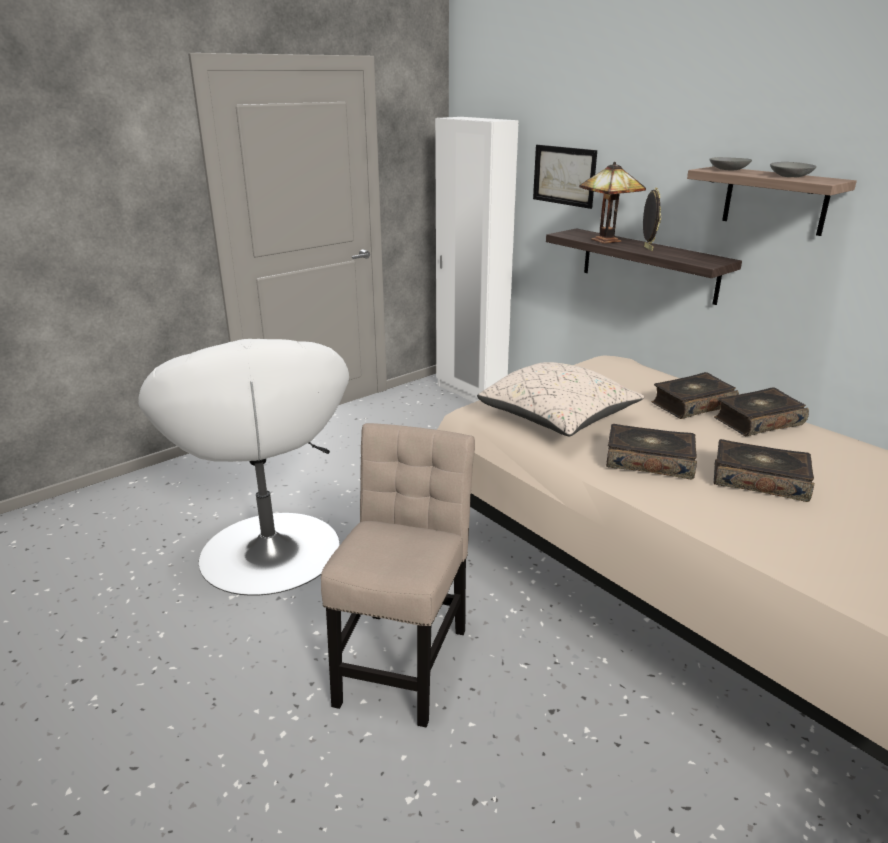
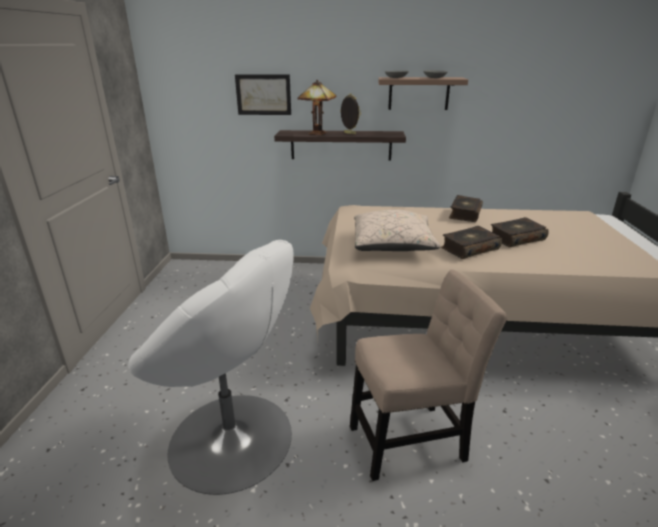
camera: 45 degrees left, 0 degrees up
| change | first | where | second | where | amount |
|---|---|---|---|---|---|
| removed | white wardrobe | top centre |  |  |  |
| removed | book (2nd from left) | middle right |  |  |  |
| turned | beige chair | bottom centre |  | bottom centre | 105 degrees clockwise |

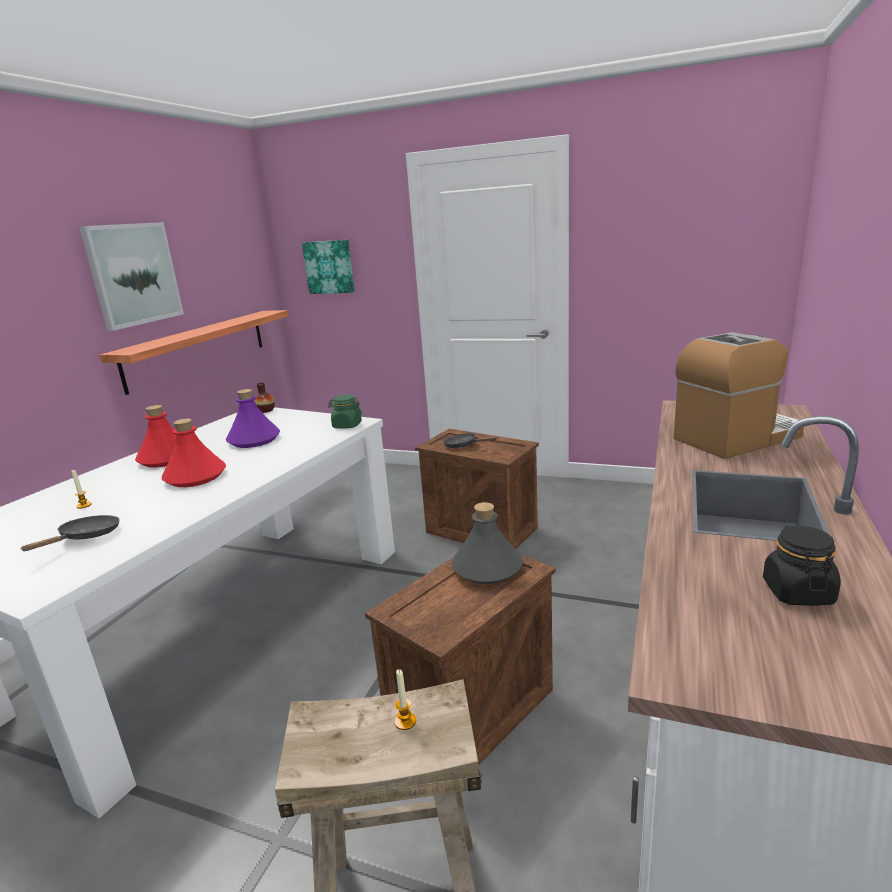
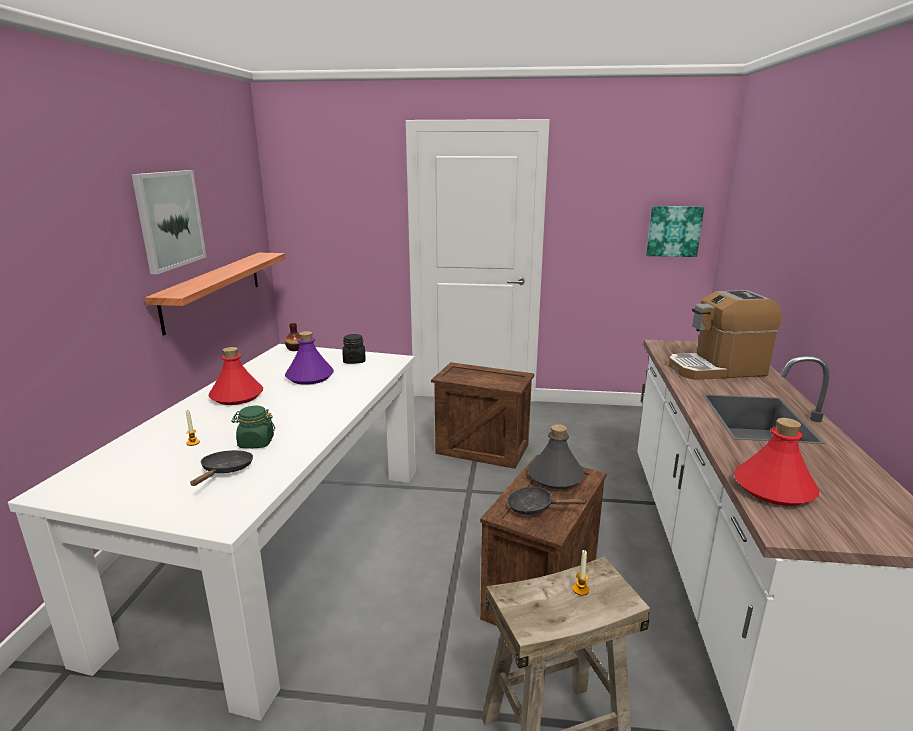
camera: 15 degrees left, 0 degrees up
| change | first | where | second | where | amount |
|---|---|---|---|---|---|
| moved | red bottle (2nd from left) | middle left |  | middle right |  |
| moved | picture (2nd from left) | top centre |  | top right |  |
| moved | green jar | centre |  | middle left |  |
| moved | black frying pan (2nd from left) | centre |  | bottom centre |  |
| moved | black jar | middle right |  | centre |  |
| turned | coffee machine | middle right |  | middle right | 150 degrees counterclockwise |

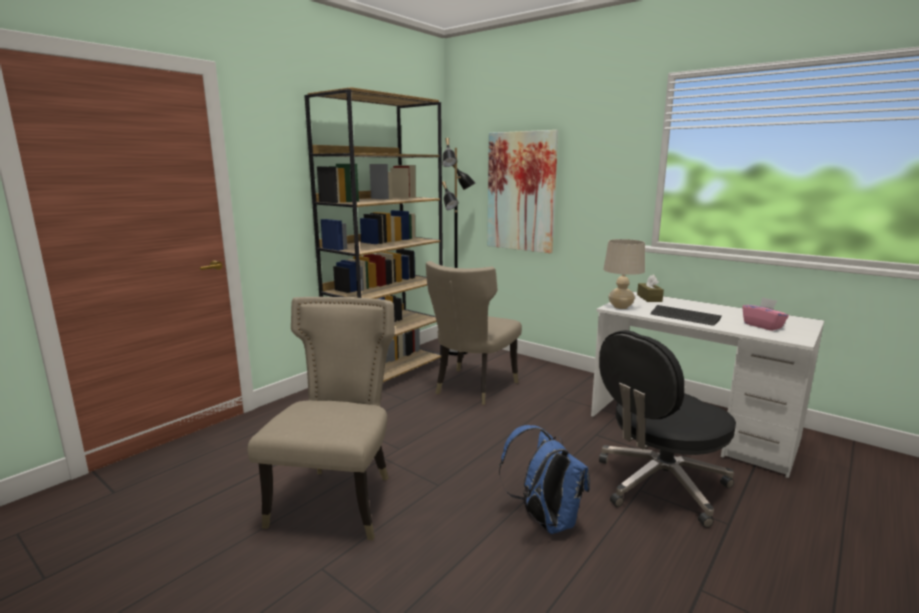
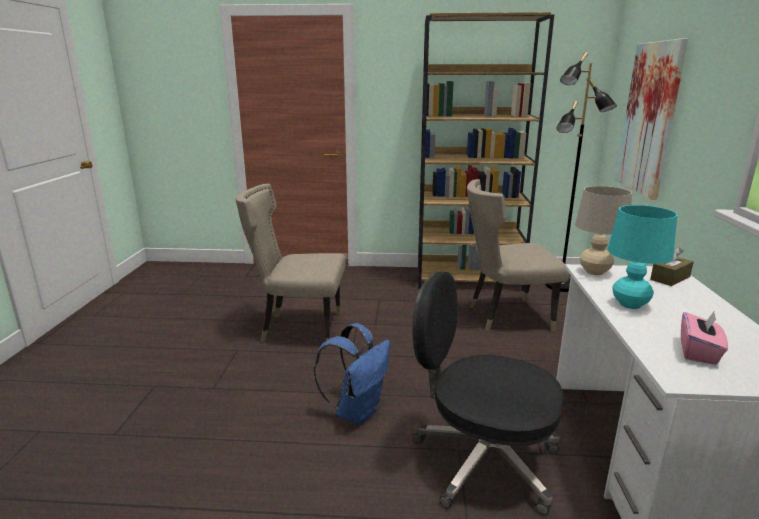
camera: 55 degrees right, 5 degrees up
| change | first | where | second | where | amount |
|---|---|---|---|---|---|
| replaced | keyboard | middle right | turquoise table lamp | middle right |  |
| turned | beige chair (1st from left) | bottom centre |  | centre | 150 degrees counterclockwise |

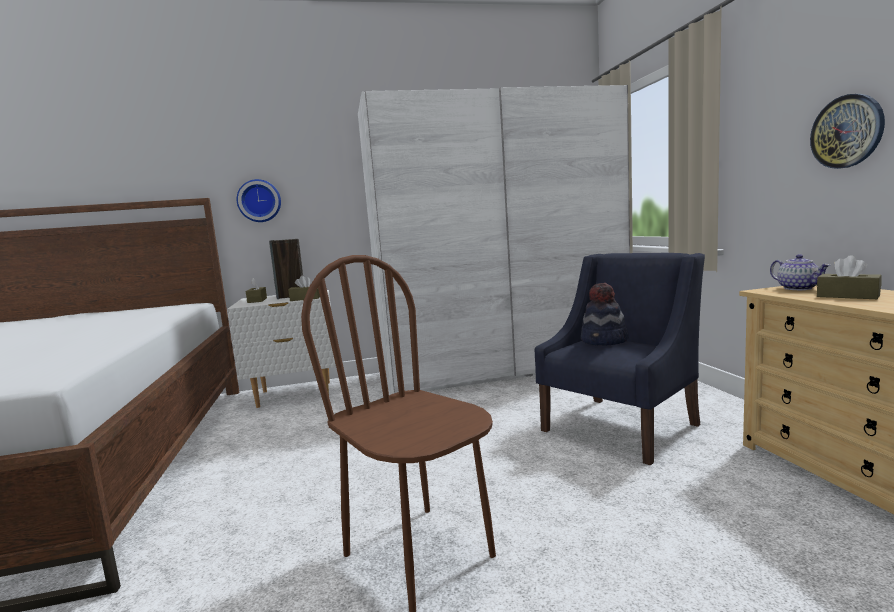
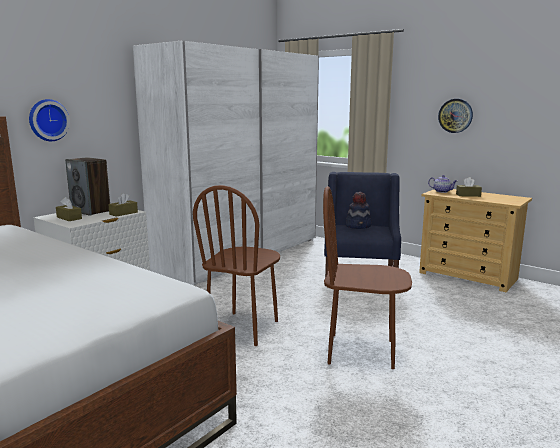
camera: 40 degrees left, 5 degrees up
| change | first | where | second | where | amount |
|---|---|---|---|---|---|
| added |  |  | brown chair (1st from left) | centre |  |

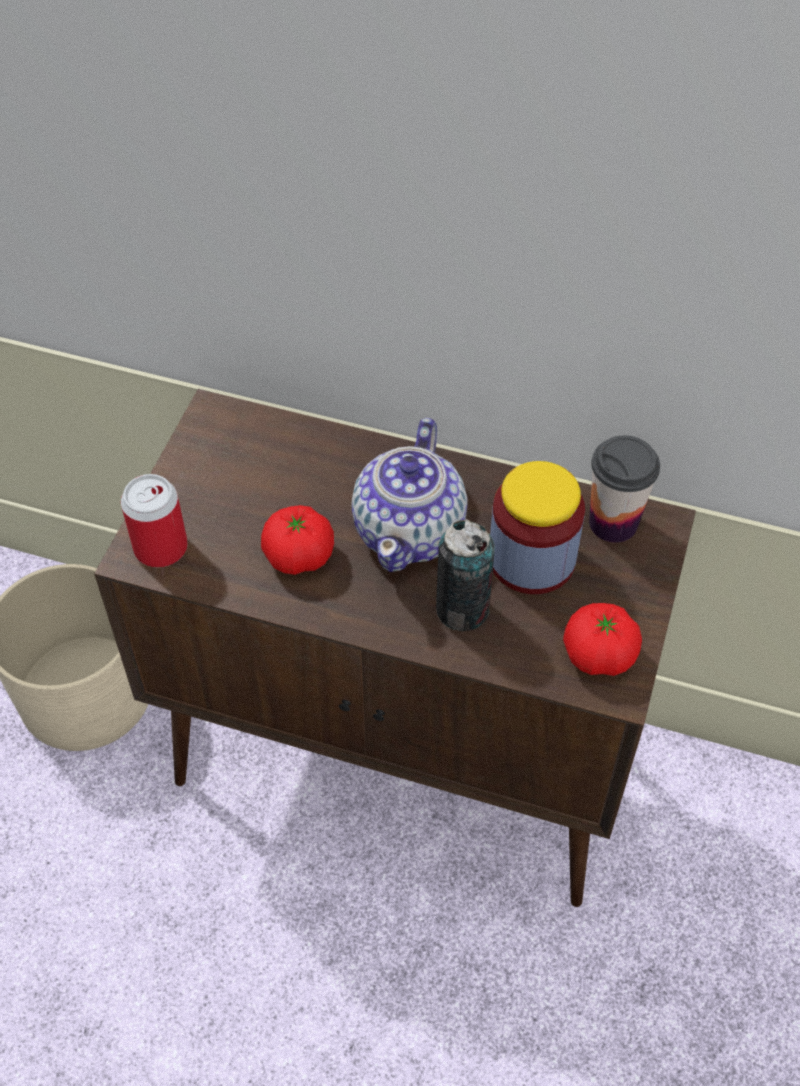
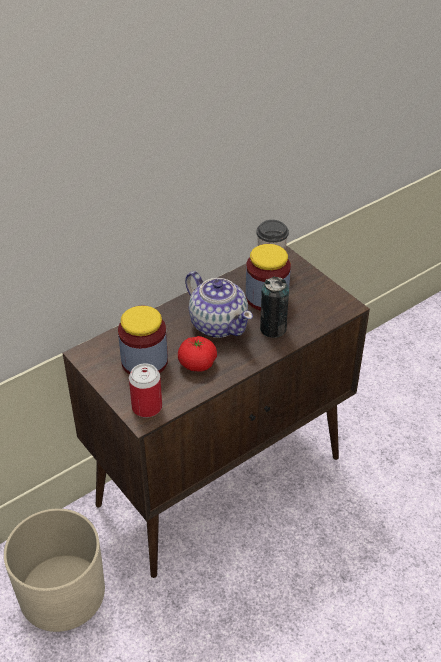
camera: 55 degrees left, 10 degrees down
| change | first | where | second | where | amount |
|---|---|---|---|---|---|
| removed | tomato (2nd from left) | middle right |  |  |  |
| added |  |  | jar (1st from left) | middle left |  |

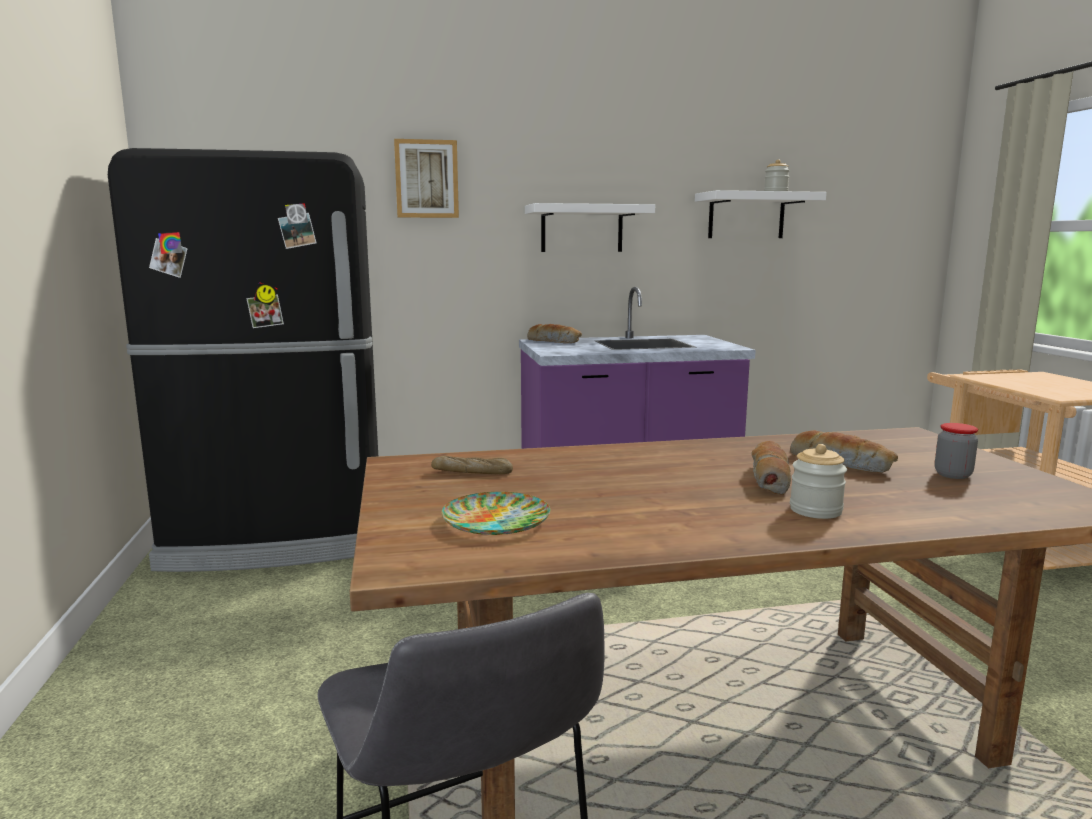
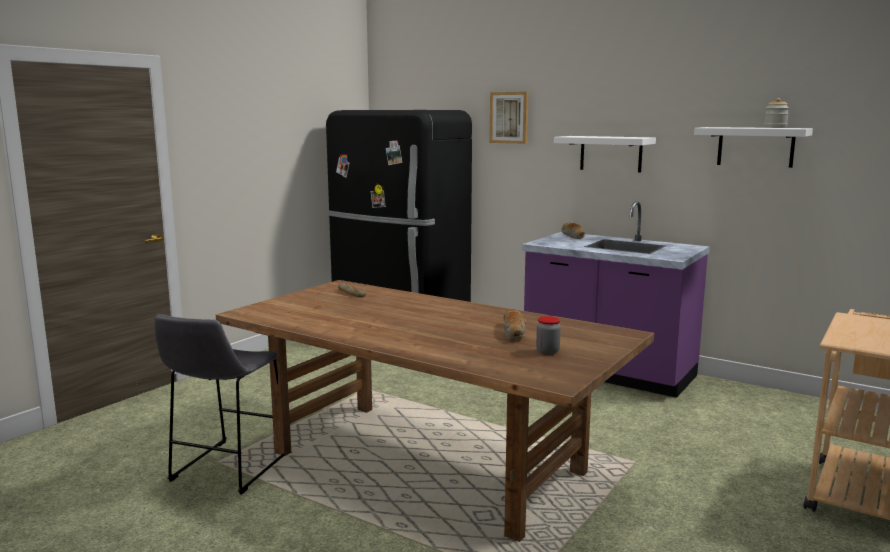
camera: 45 degrees right, 0 degrees up
| change | first | where | second | where | amount |
|---|---|---|---|---|---|
| removed | plate | centre |  |  |  |
| removed | bread (3rd from left) | middle right |  |  |  |
| removed | jar (2nd from left) | middle right |  |  |  |

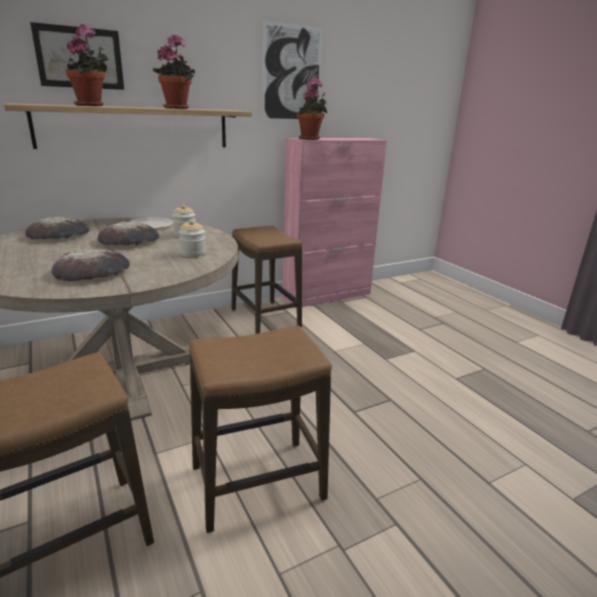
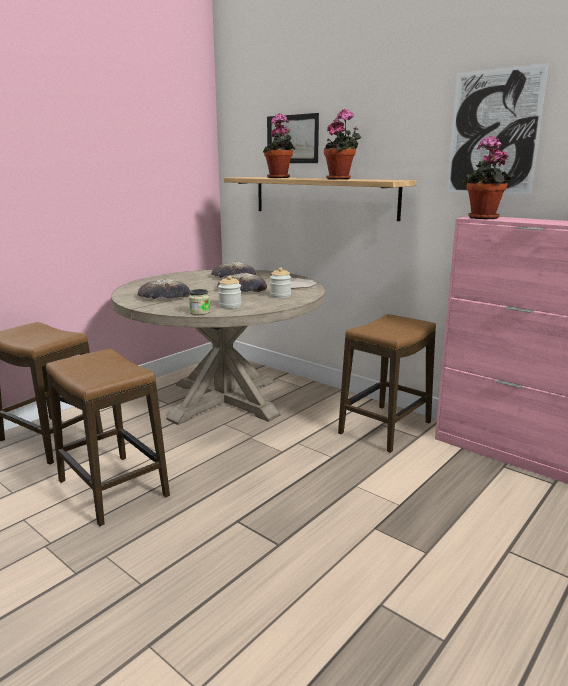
camera: 70 degrees right, 5 degrees down
| change | first | where | second | where | amount |
|---|---|---|---|---|---|
| added |  |  | jar (1st from left) | centre |  |

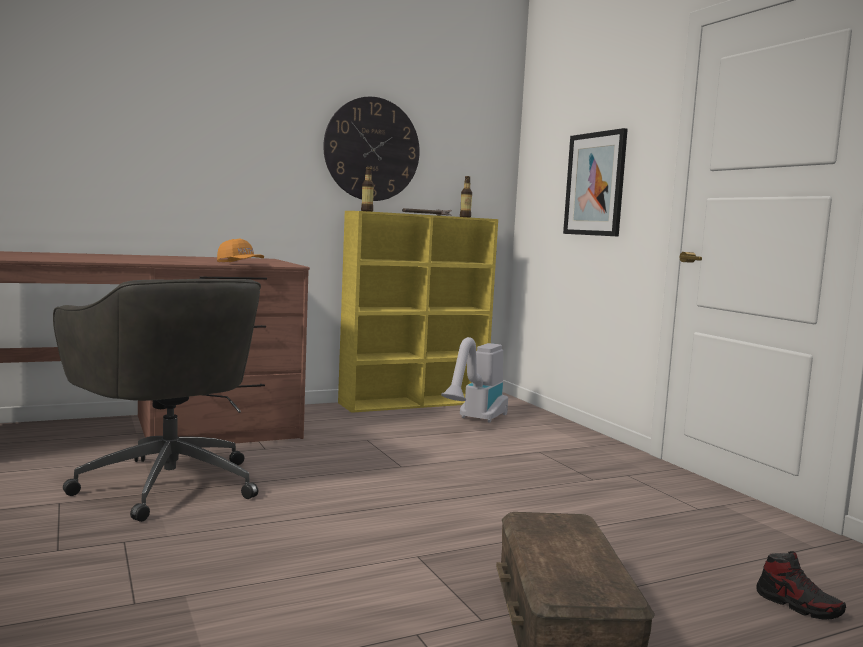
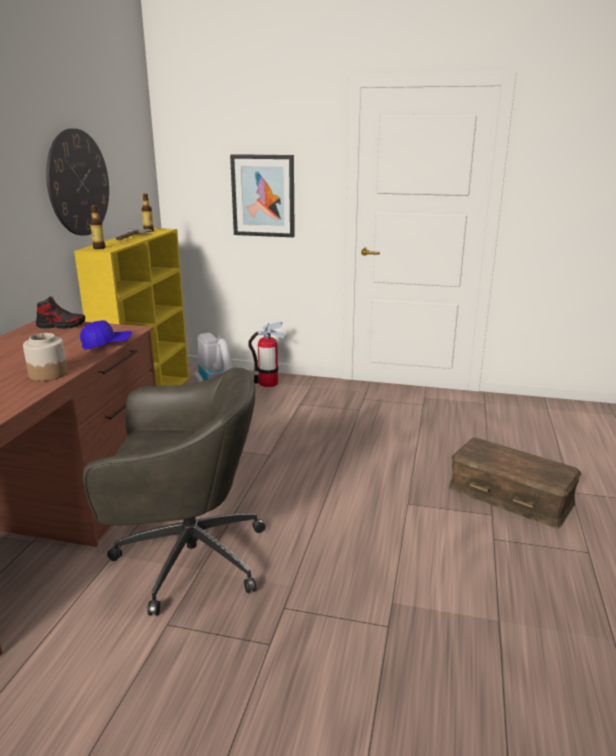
camera: 50 degrees left, 15 degrees up
| change | first | where | second | where | amount |
|---|---|---|---|---|---|
| added |  |  | jar | middle left |  |
| added |  |  | fire extinguisher | centre |  |
| moved | shoe | bottom right |  | middle left |  |
| recoloured | orange cap | middle left | blue cap | middle left |  |

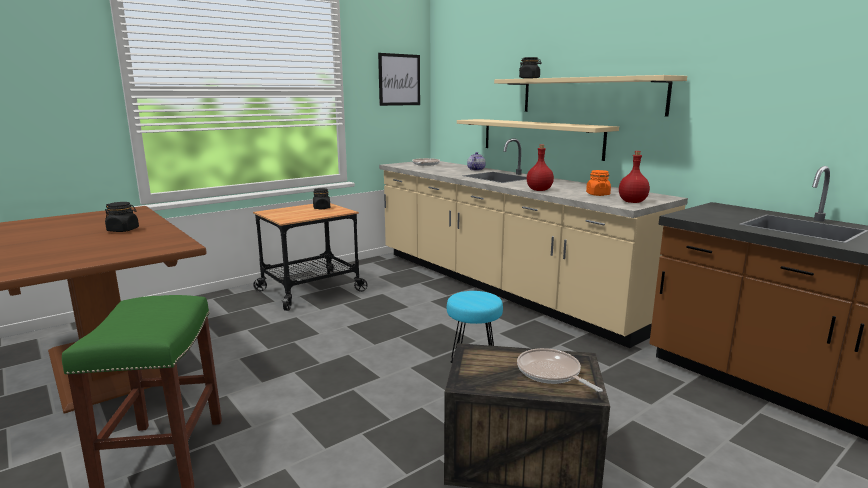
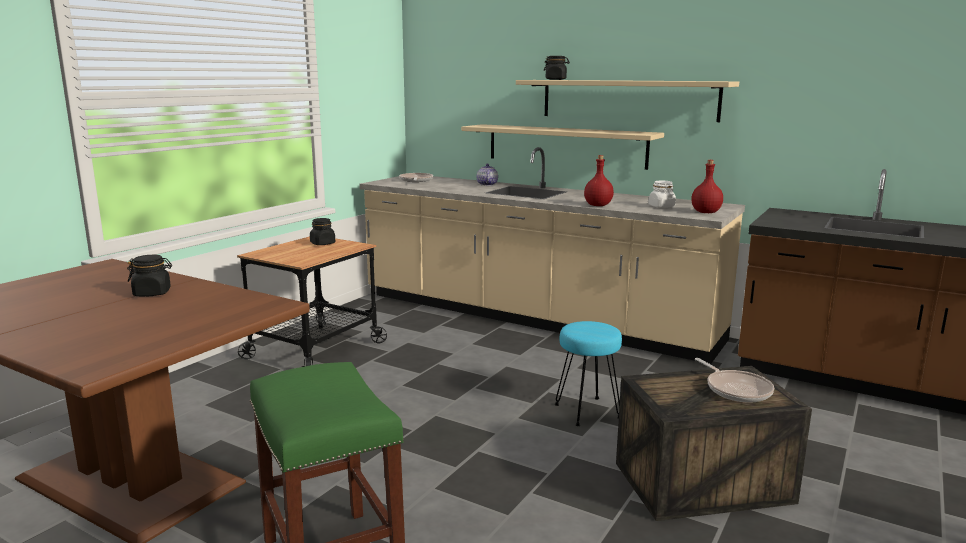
camera: 20 degrees left, 0 degrees up
| change | first | where | second | where | amount |
|---|---|---|---|---|---|
| removed | picture | top centre |  |  |  |
| recoloured | orange jar | middle right | white jar | middle right |  |
| turned | frying pan (2nd from left) | bottom centre |  | bottom right | 150 degrees counterclockwise |

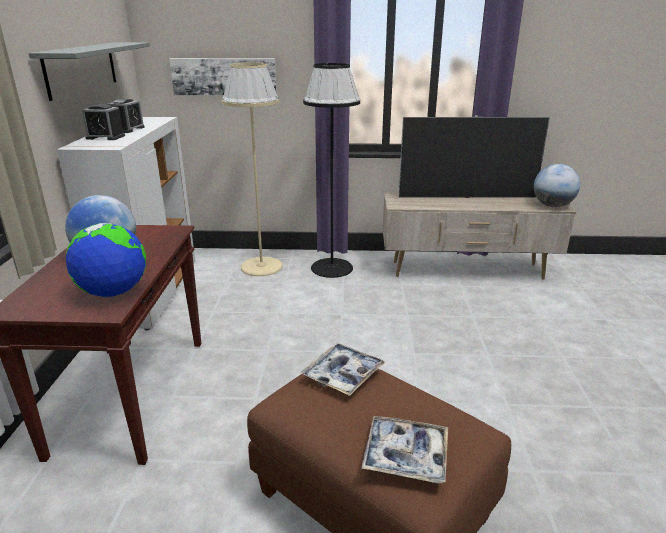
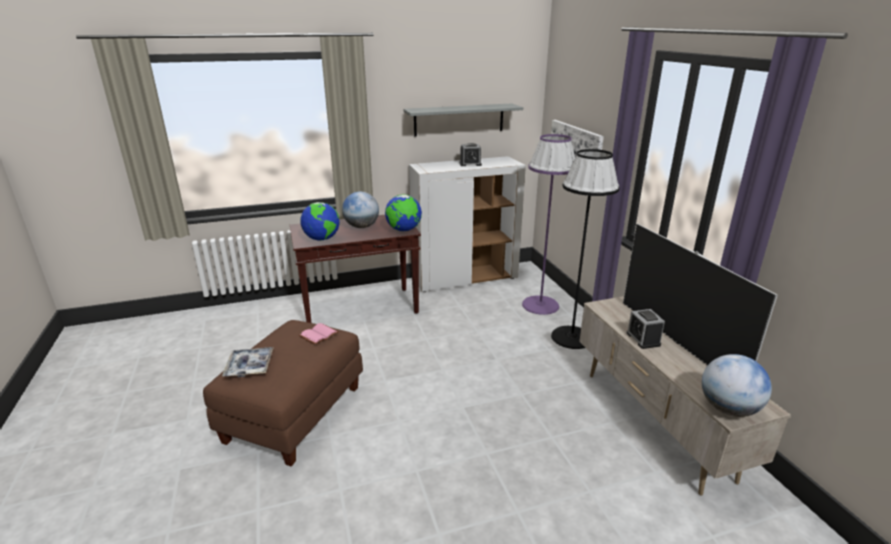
camera: 70 degrees right, 0 degrees up
| change | first | where | second | where | amount |
|---|---|---|---|---|---|
| added |  |  | globe (3rd from left) | centre |  |
| moved | alarm clock (1st from left in the first image) | top left | alarm clock (2nd from left) | middle right |  |
| replaced | tray (1st from left) | bottom centre | pink book | centre |  |
| recoloured | beige floor lamp | top centre | purple floor lamp | centre |  |

